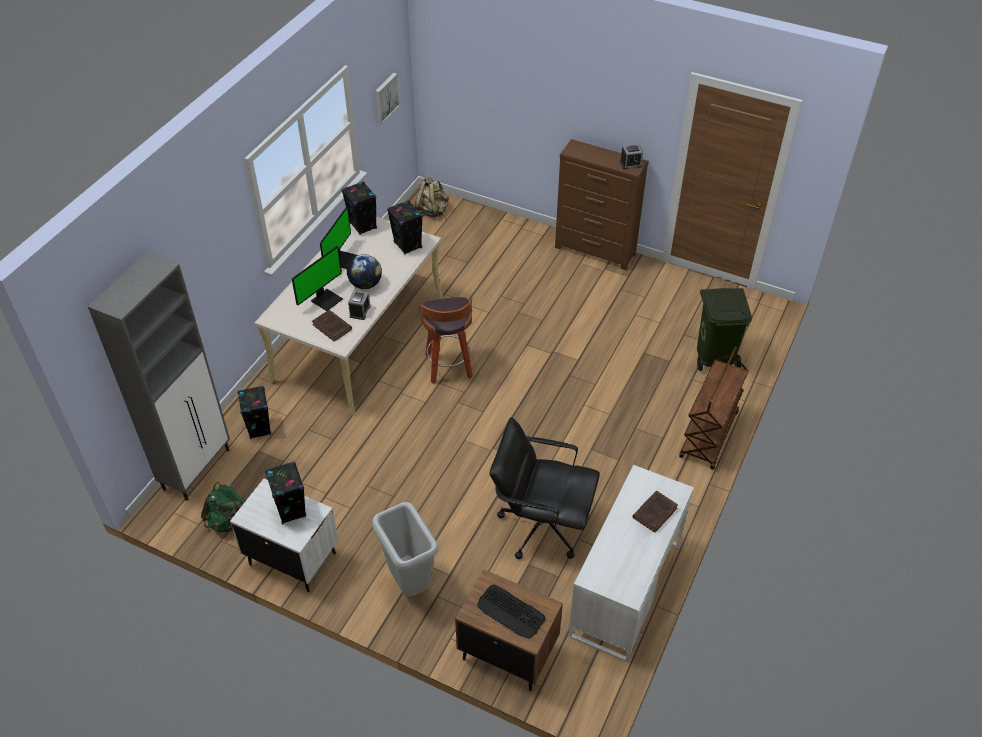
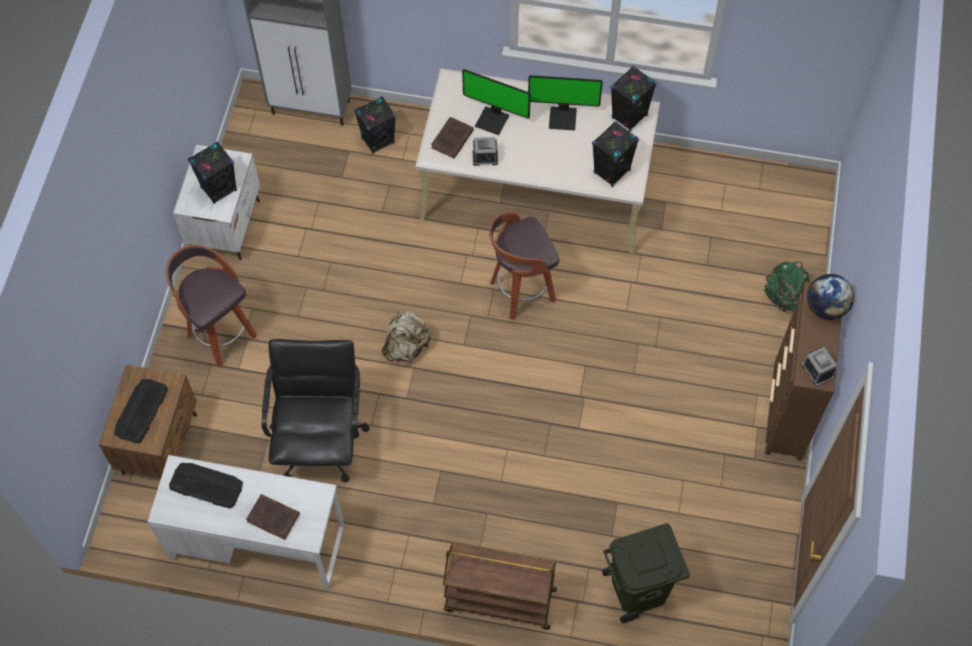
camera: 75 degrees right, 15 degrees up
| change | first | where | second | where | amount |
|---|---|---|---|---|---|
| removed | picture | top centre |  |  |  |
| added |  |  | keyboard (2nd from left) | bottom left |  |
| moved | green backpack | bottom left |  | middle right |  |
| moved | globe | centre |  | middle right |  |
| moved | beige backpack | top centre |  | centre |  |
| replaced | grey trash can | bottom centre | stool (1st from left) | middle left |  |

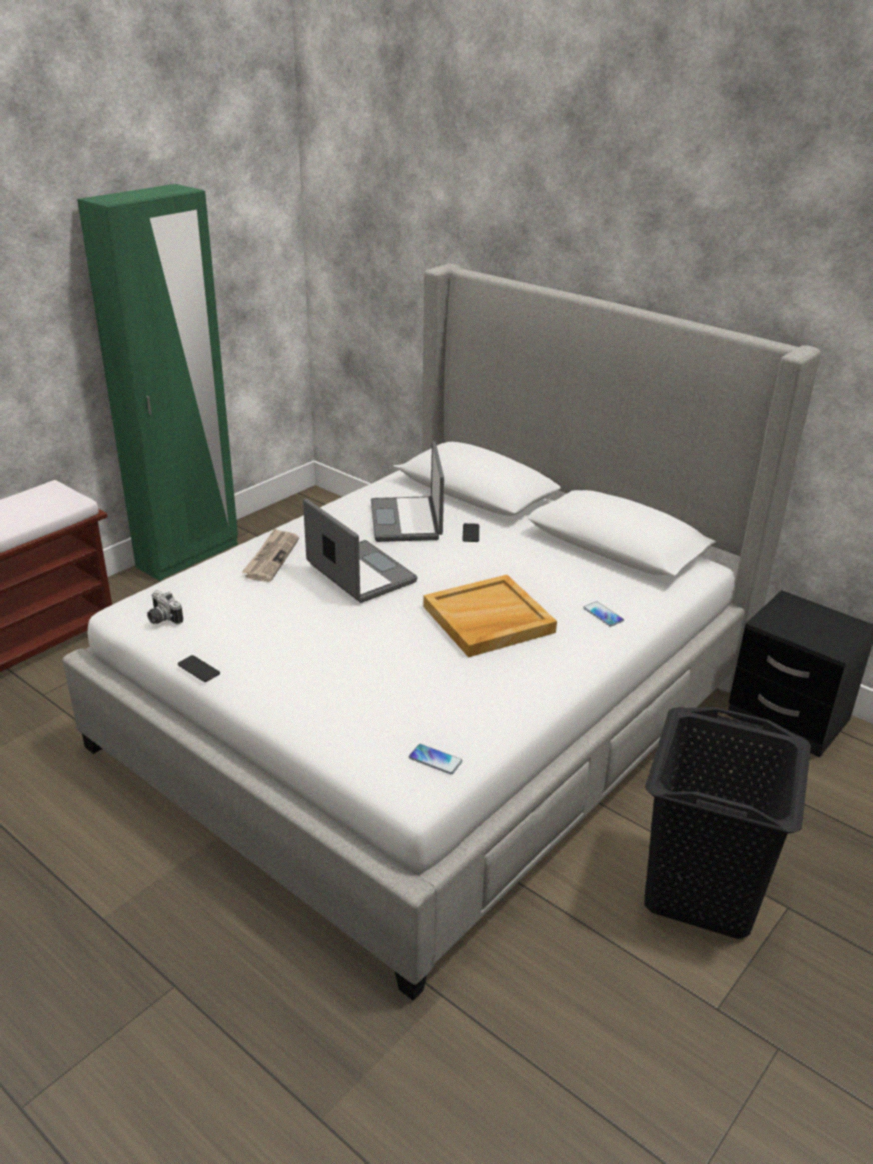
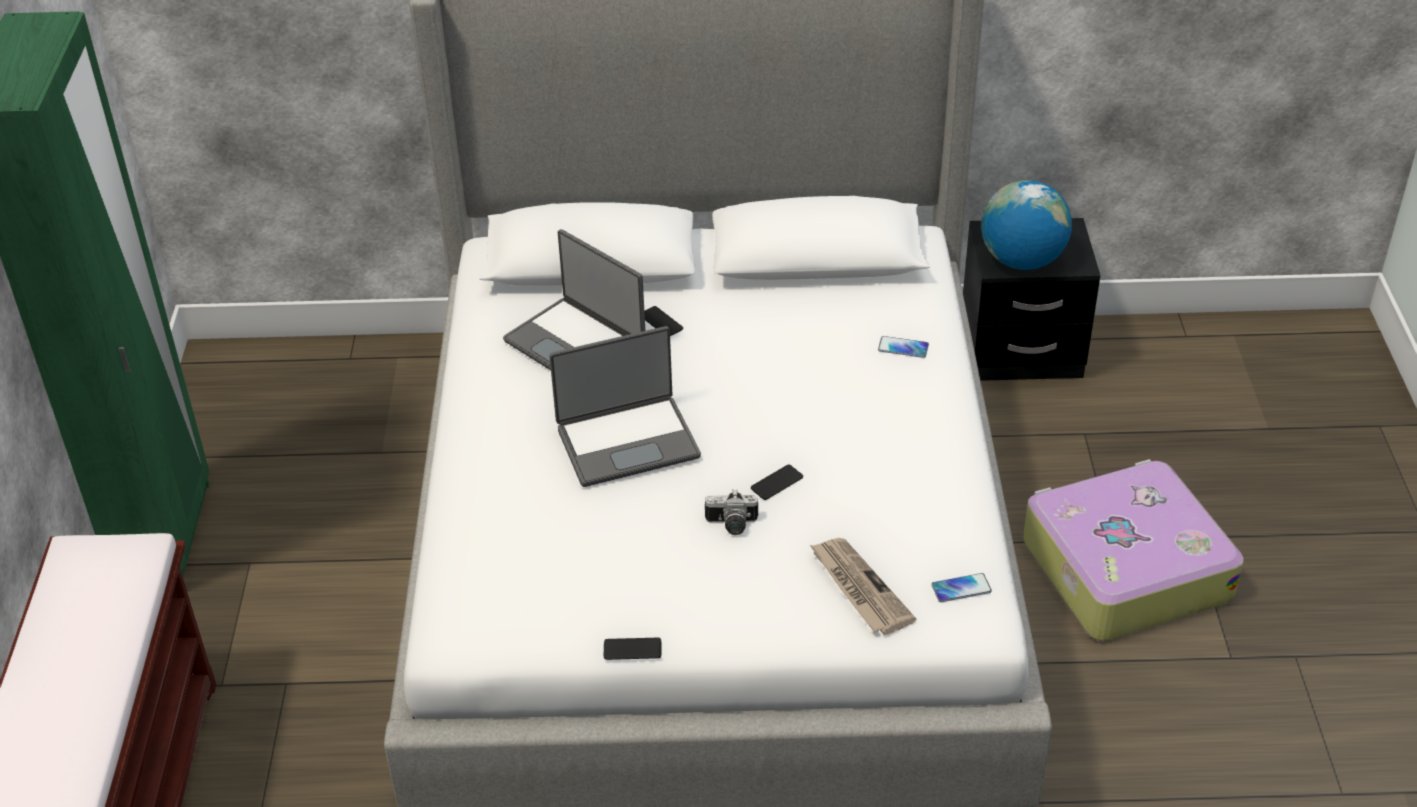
camera: 40 degrees left, 10 degrees up
| change | first | where | second | where | amount |
|---|---|---|---|---|---|
| removed | beige tray | centre |  |  |  |
| added |  |  | phone (3rd from left) | centre |  |
| added |  |  | globe | top right |  |
| moved | photo camera | middle left |  | centre |  |
| moved | newspaper | middle left |  | bottom centre |  |
| replaced | black laundry basket | bottom right | suitcase | bottom right |  |
| turned | laptop (1st from left in the first image) | centre | laptop (2nd from left) | centre | 150 degrees clockwise |

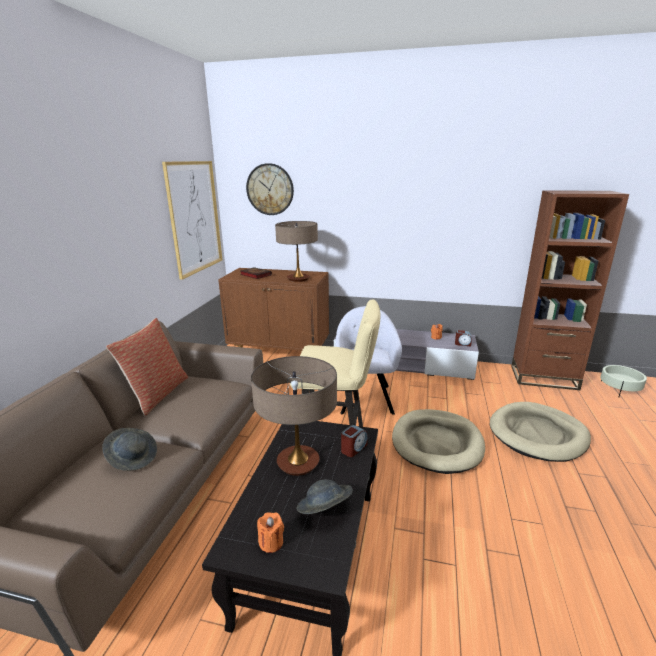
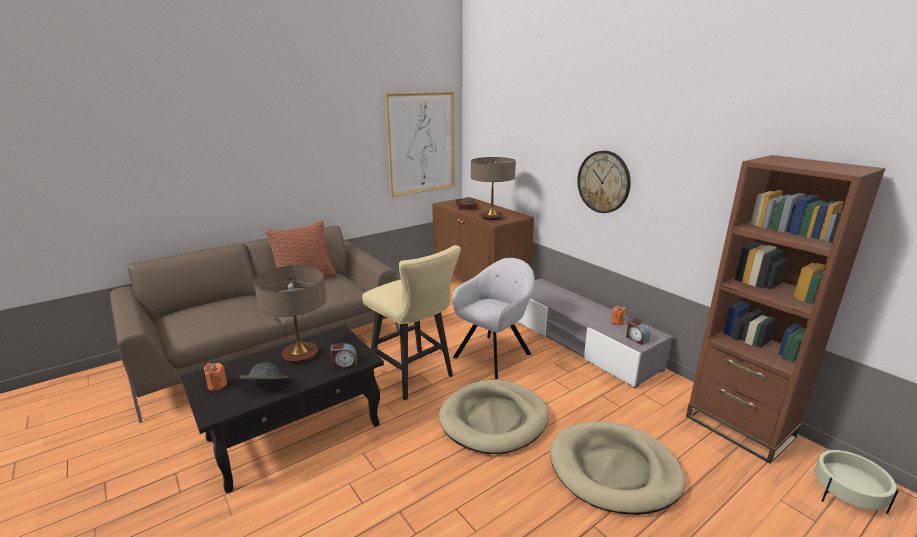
camera: 40 degrees right, 0 degrees up
| change | first | where | second | where | amount |
|---|---|---|---|---|---|
| removed | grey hat (1st from left) | bottom left |  |  |  |
| moved | wall clock | top centre |  | centre |  |

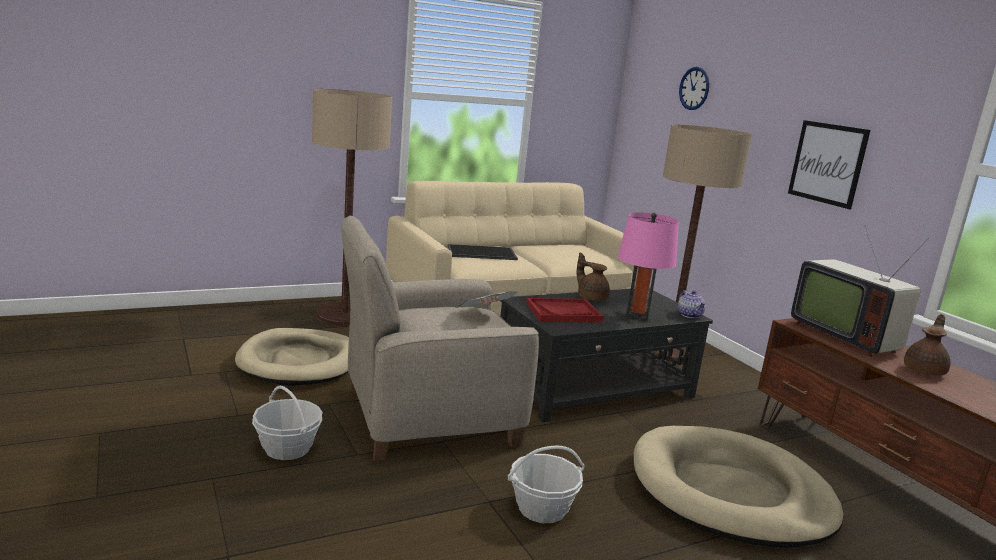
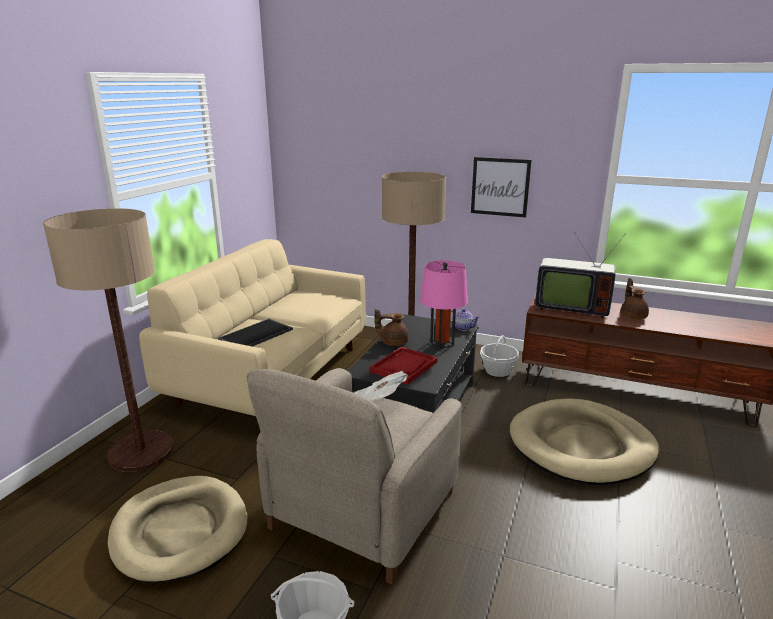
camera: 40 degrees left, 5 degrees up
| change | first | where | second | where | amount |
|---|---|---|---|---|---|
| removed | wall clock | top right |  |  |  |
| moved | basket (2nd from left) | bottom centre |  | centre |  |

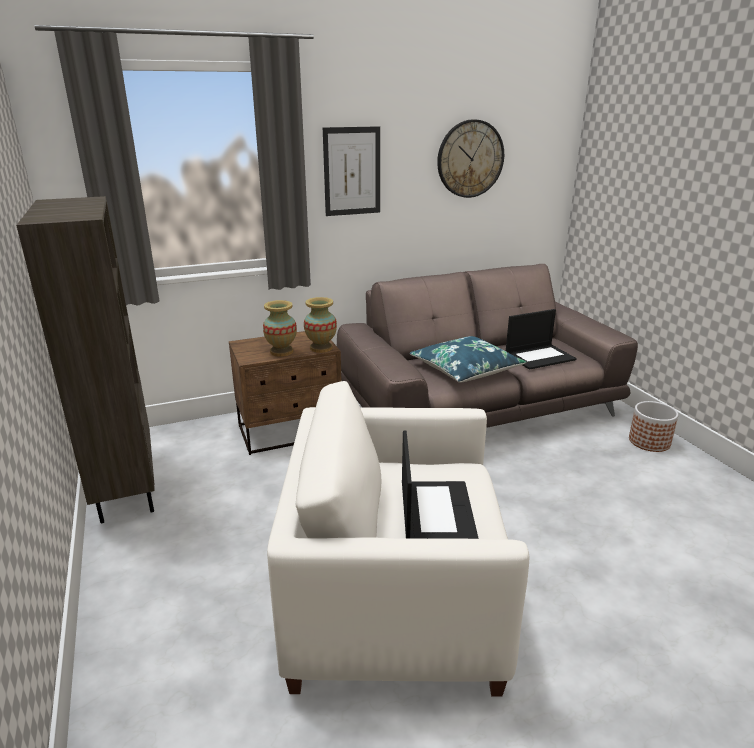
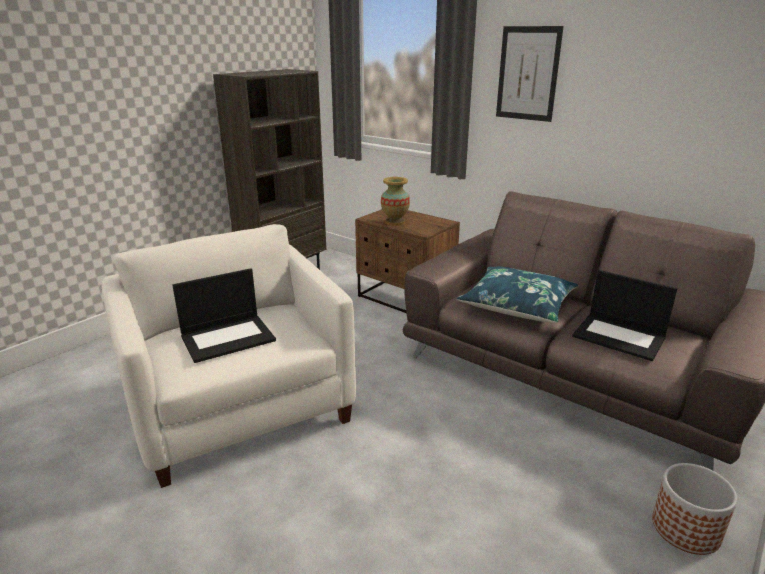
camera: 60 degrees right, 0 degrees up
| change | first | where | second | where | amount |
|---|---|---|---|---|---|
| removed | vase (2nd from left) | centre |  |  |  |
| removed | wall clock | top centre |  |  |  |

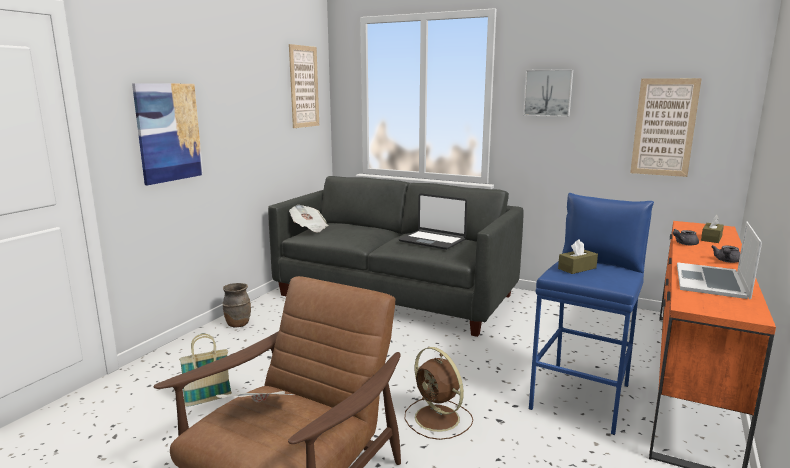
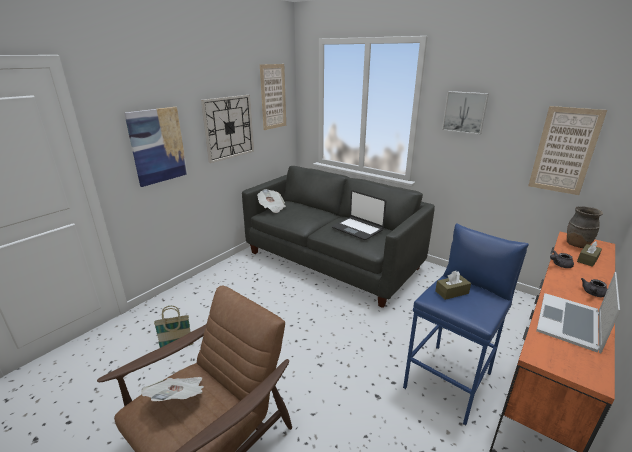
camera: 10 degrees right, 10 degrees up
| change | first | where | second | where | amount |
|---|---|---|---|---|---|
| removed | brown fan | bottom centre |  |  |  |
| added |  |  | wall clock | top centre |  |
| moved | brown vase | middle left |  | middle right |  |

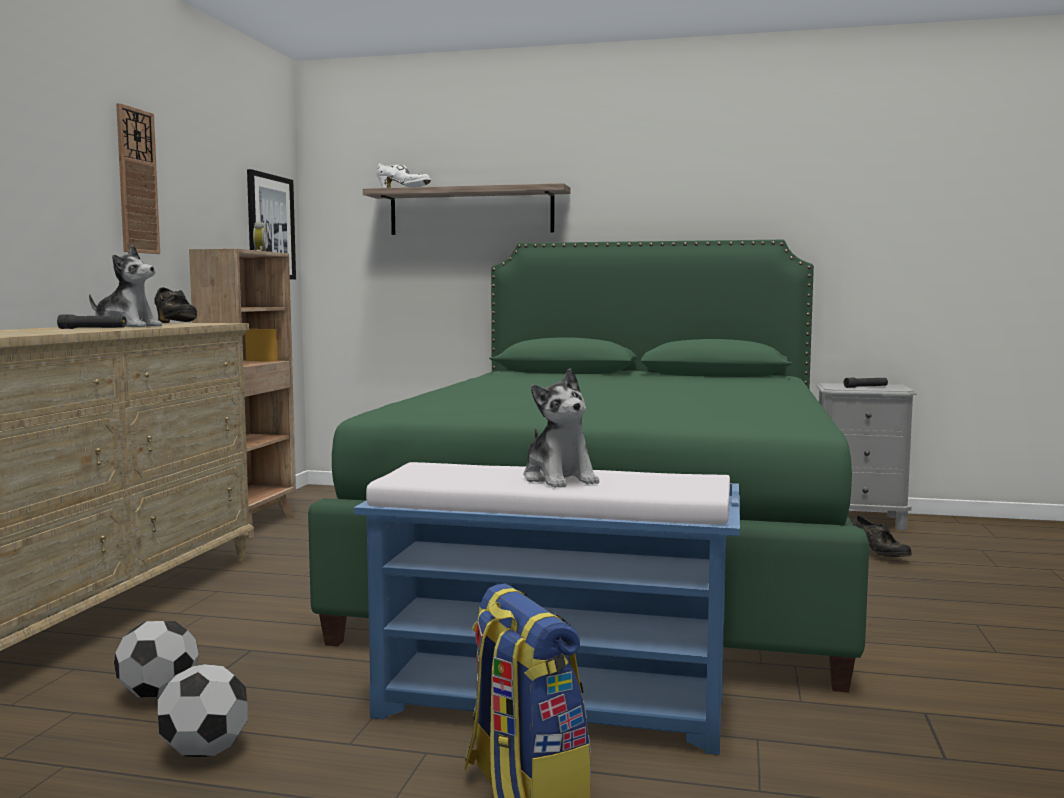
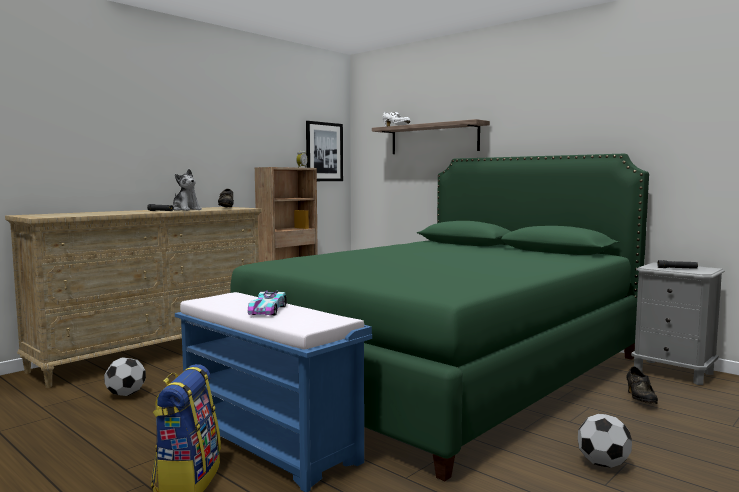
camera: 30 degrees right, 0 degrees up
| change | first | where | second | where | amount |
|---|---|---|---|---|---|
| removed | wall clock | top left |  |  |  |
| moved | football (2nd from left) | bottom left |  | bottom right |  |
| replaced | plush toy (2nd from left) | centre | toy car | centre |  |

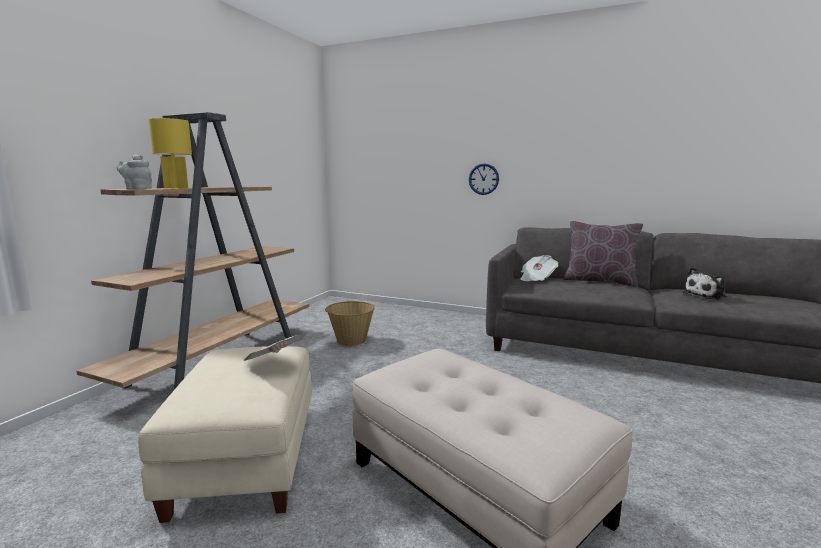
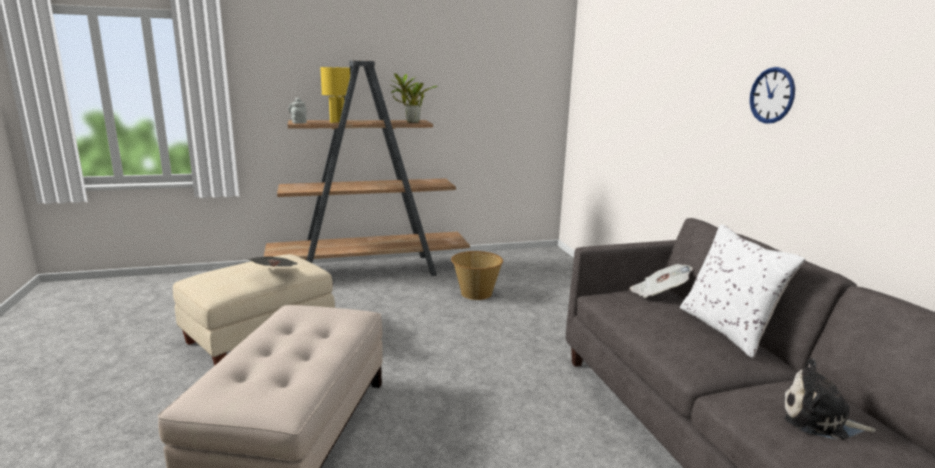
camera: 50 degrees right, 5 degrees up
| change | first | where | second | where | amount |
|---|---|---|---|---|---|
| added |  |  | potted plant | top centre |  |
| moved | wall clock | top centre |  | top right |  |
| recoloured | brown pillow | middle right | white pillow | middle right |  |

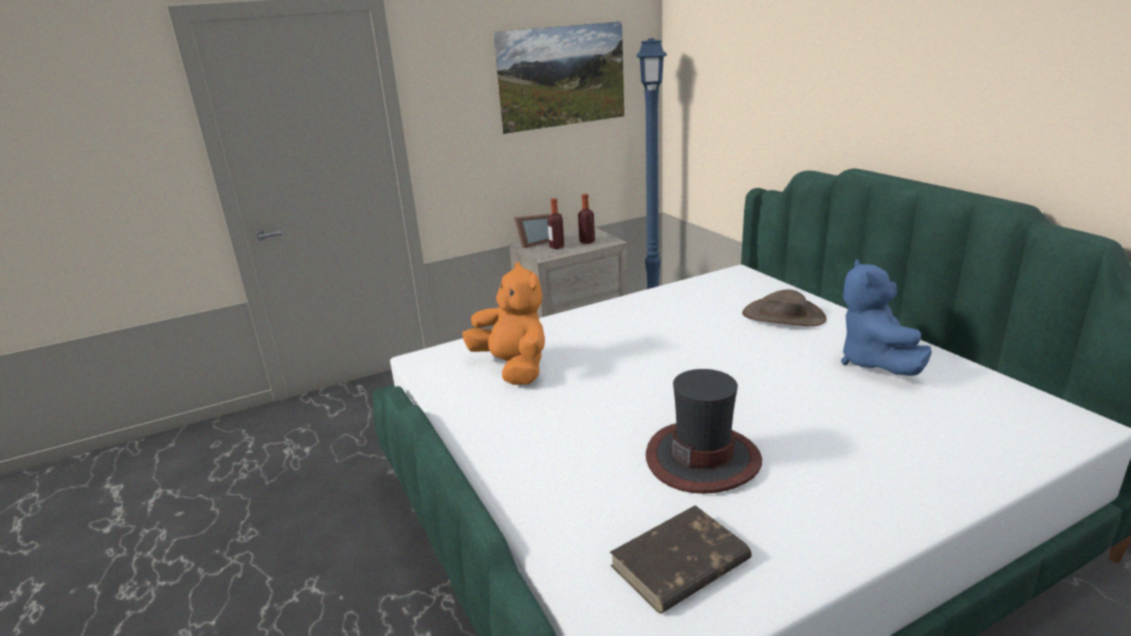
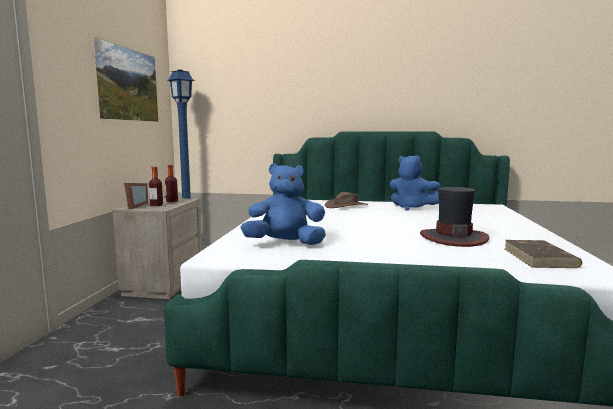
camera: 55 degrees left, 15 degrees down
| change | first | where | second | where | amount |
|---|---|---|---|---|---|
| recoloured | orange plush toy | centre | blue plush toy (1st from left) | centre |  |

